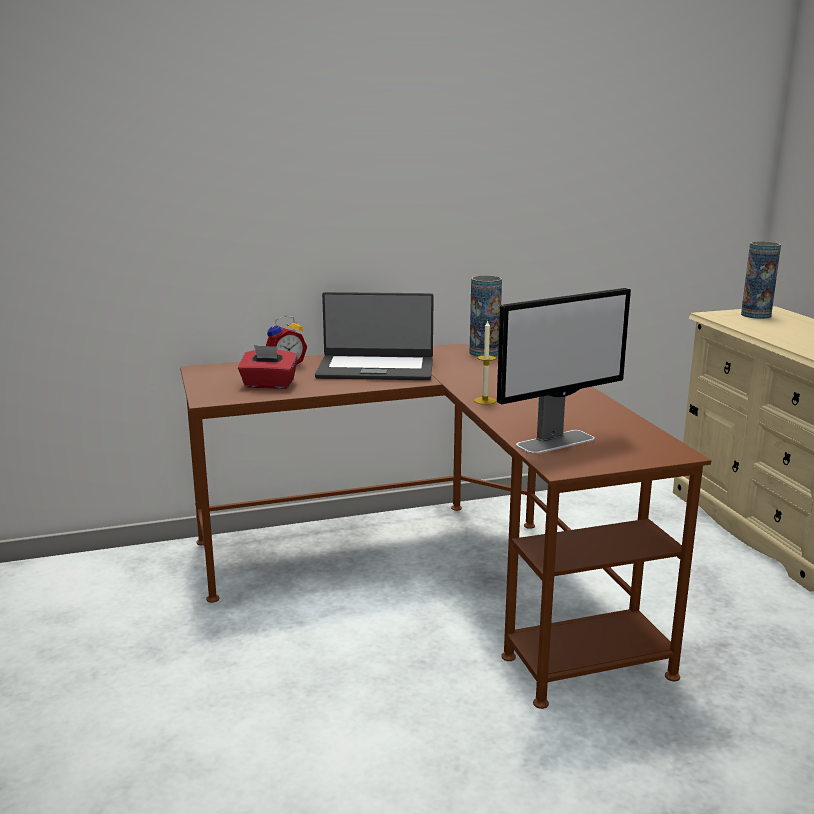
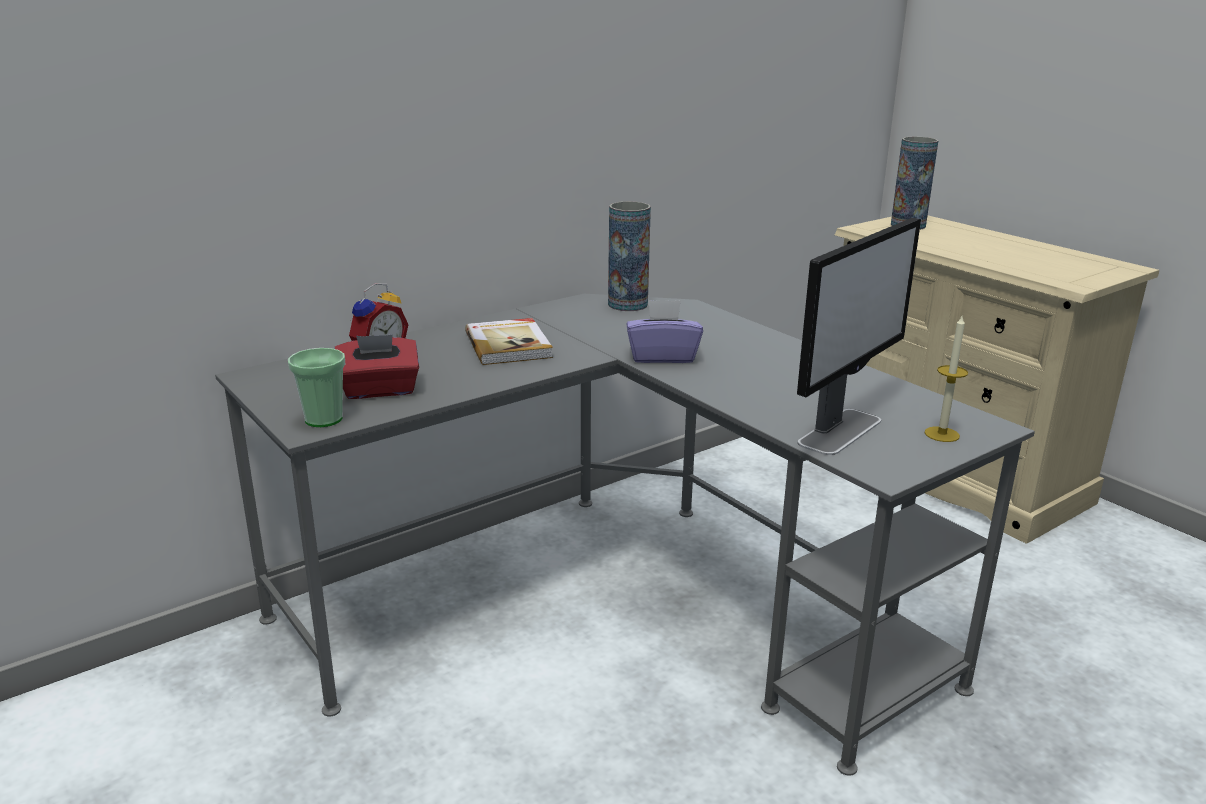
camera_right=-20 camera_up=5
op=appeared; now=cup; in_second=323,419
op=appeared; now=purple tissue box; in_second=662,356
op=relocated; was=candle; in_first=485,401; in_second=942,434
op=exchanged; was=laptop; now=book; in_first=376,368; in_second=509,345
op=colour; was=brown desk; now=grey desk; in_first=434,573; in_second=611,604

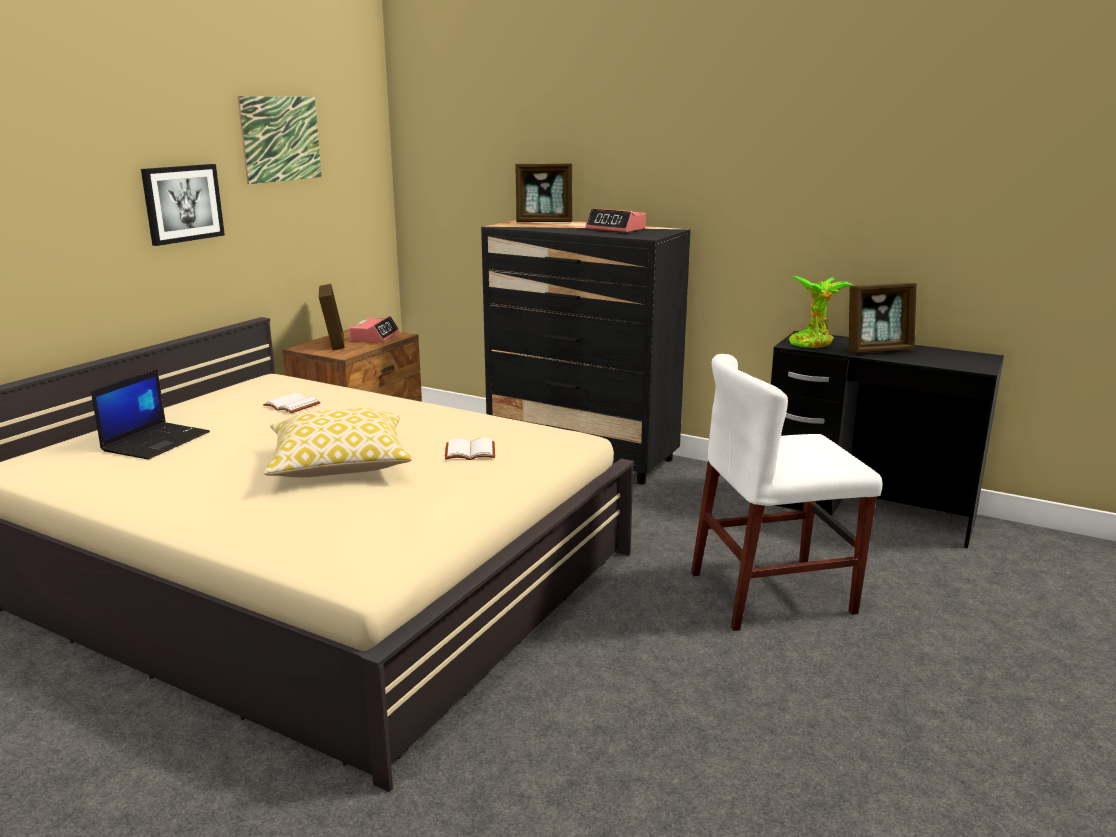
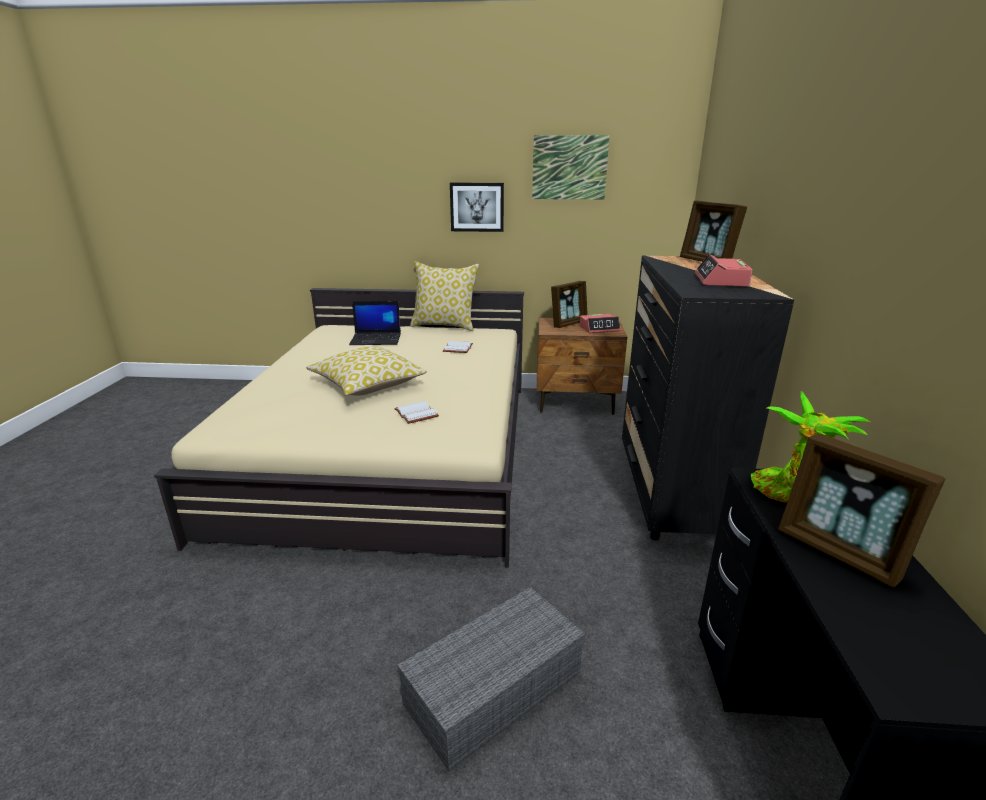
camera_right=65 camera_up=5
op=appeared; now=pillow; in_second=445,326
op=exchanged; was=white chair; now=grey storage box; in_first=771,593; in_second=494,685

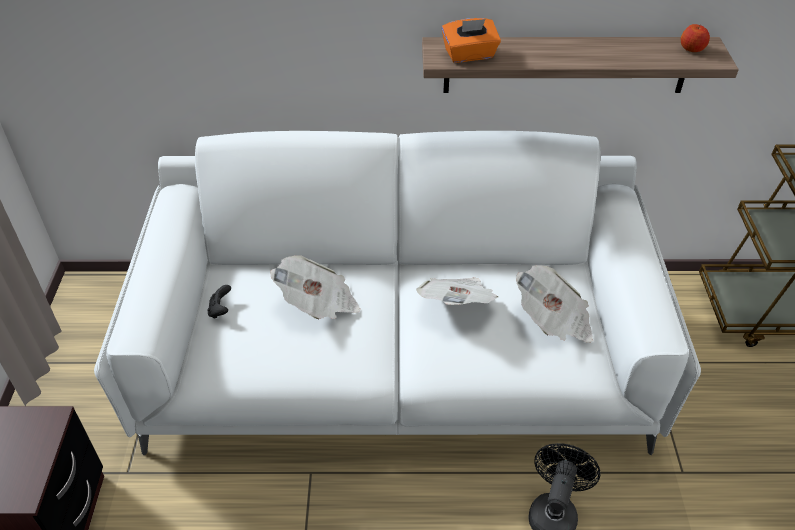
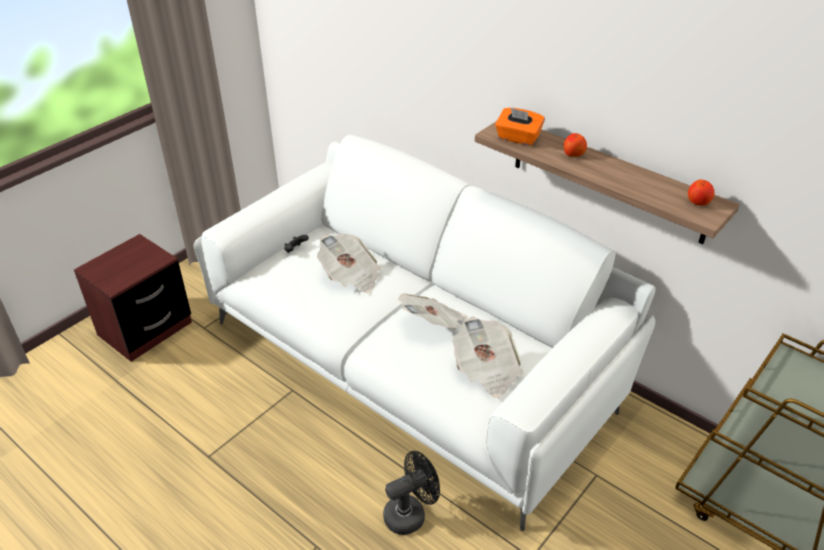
camera_right=40 camera_up=-5
op=appeared; now=apple; in_second=573,153

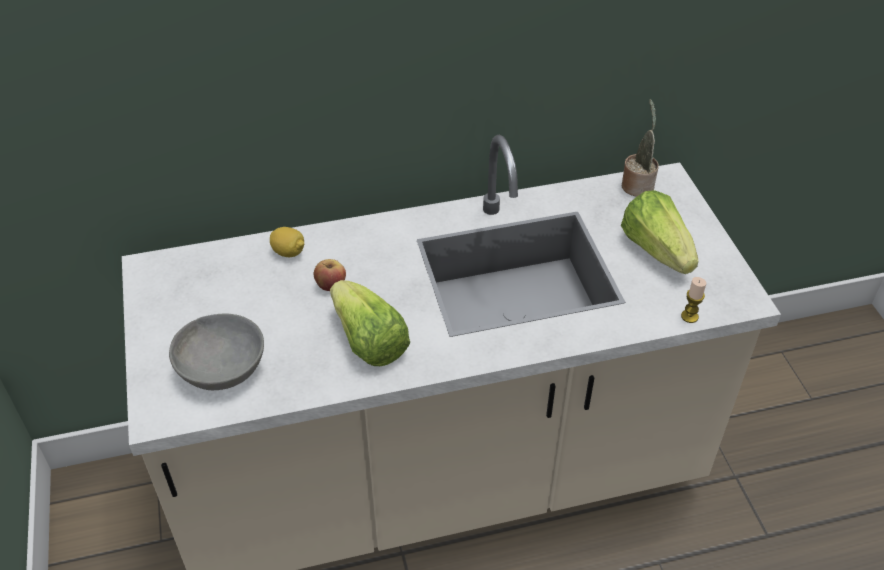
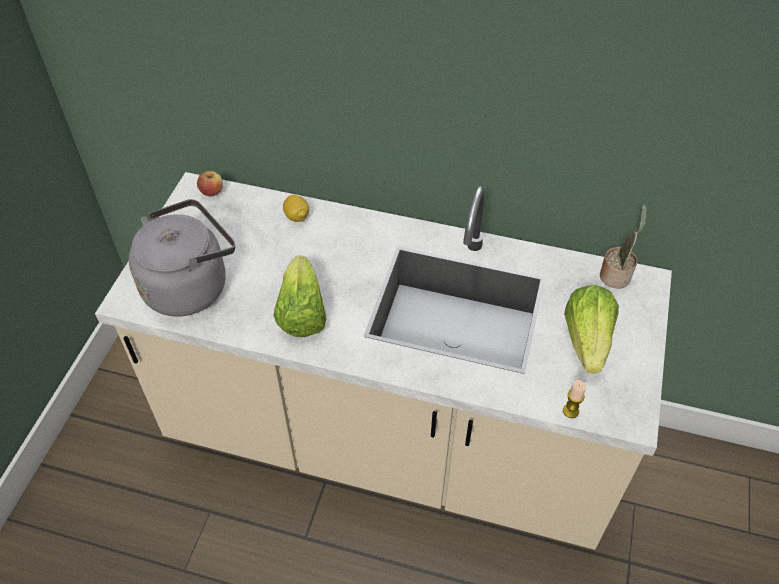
camera_right=30 camera_up=5
op=relocated; was=apple; in_first=330,285; in_second=211,192
op=exchanged; was=grey bowl; now=grey kettle; in_first=222,367; in_second=190,285

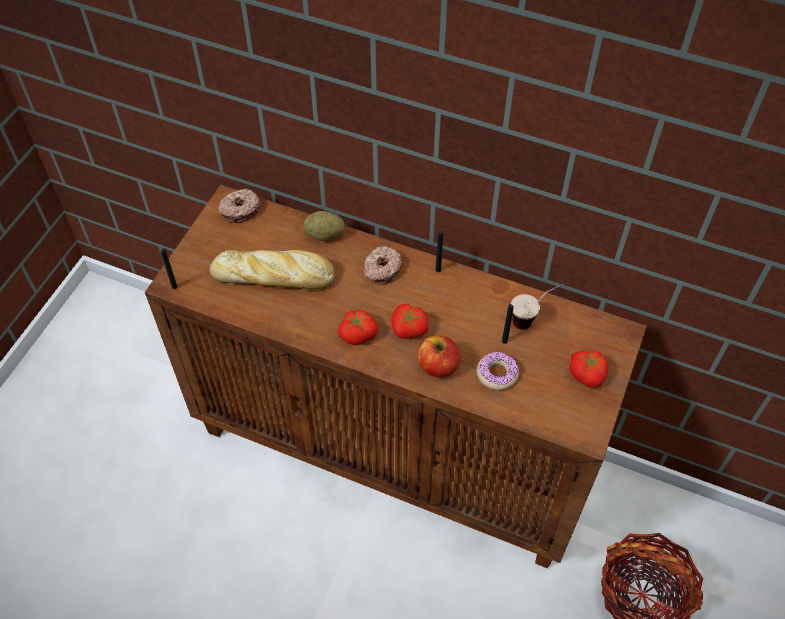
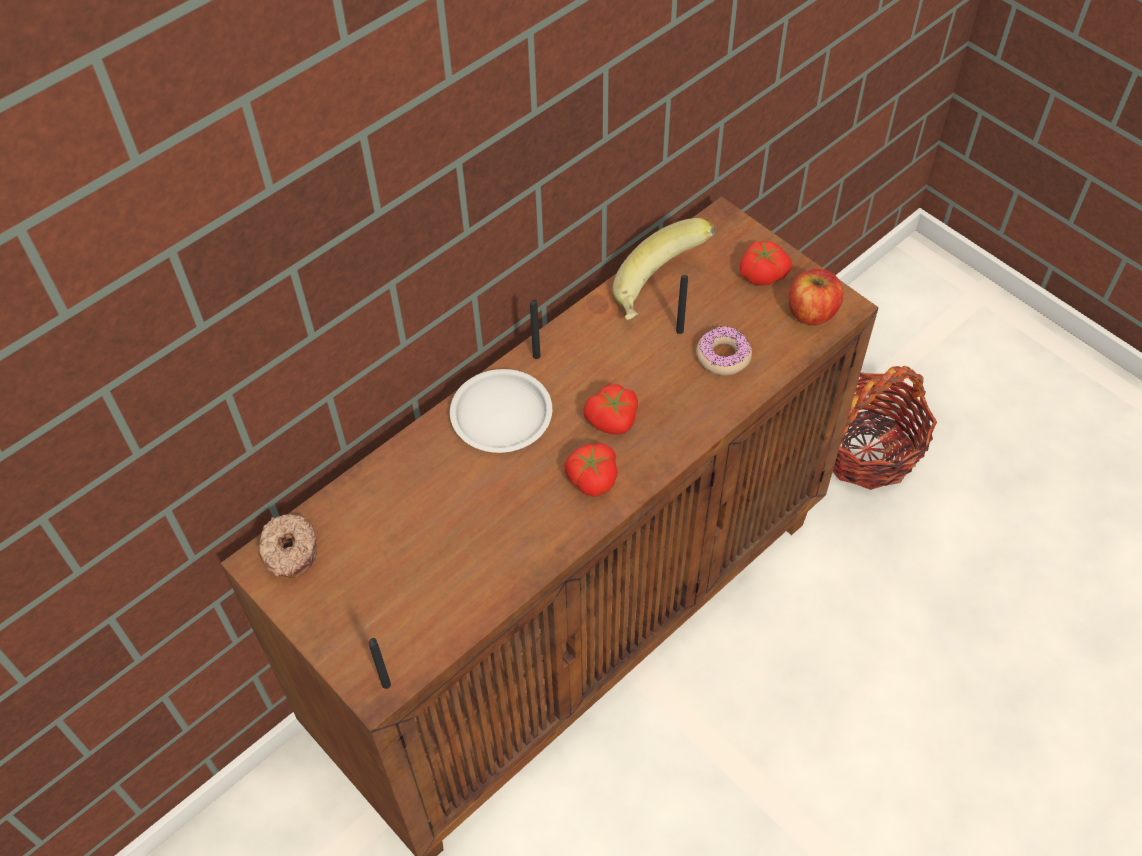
camera_right=-65 camera_up=0
op=missing; was=bread; in_first=275,276
op=missing; was=potato; in_first=324,235
op=relocated; was=apple; in_first=438,366; in_second=811,312
op=exchanged; was=donut; now=white plate; in_first=382,269; in_second=500,415
op=exchanged; was=cup; now=banana; in_first=533,319; in_second=661,291

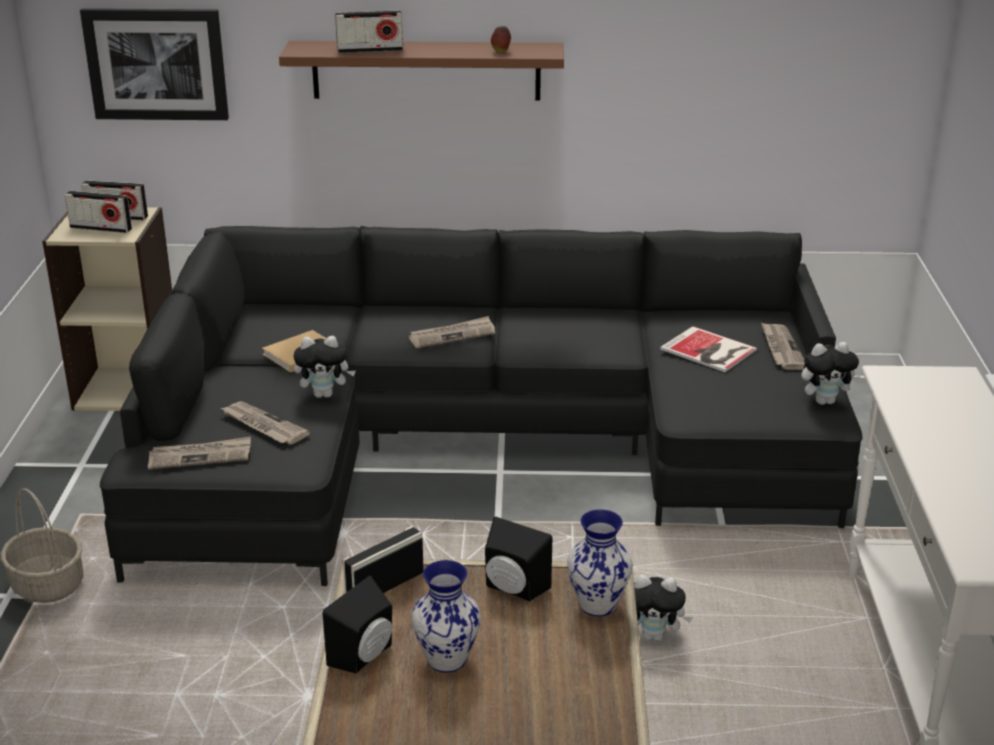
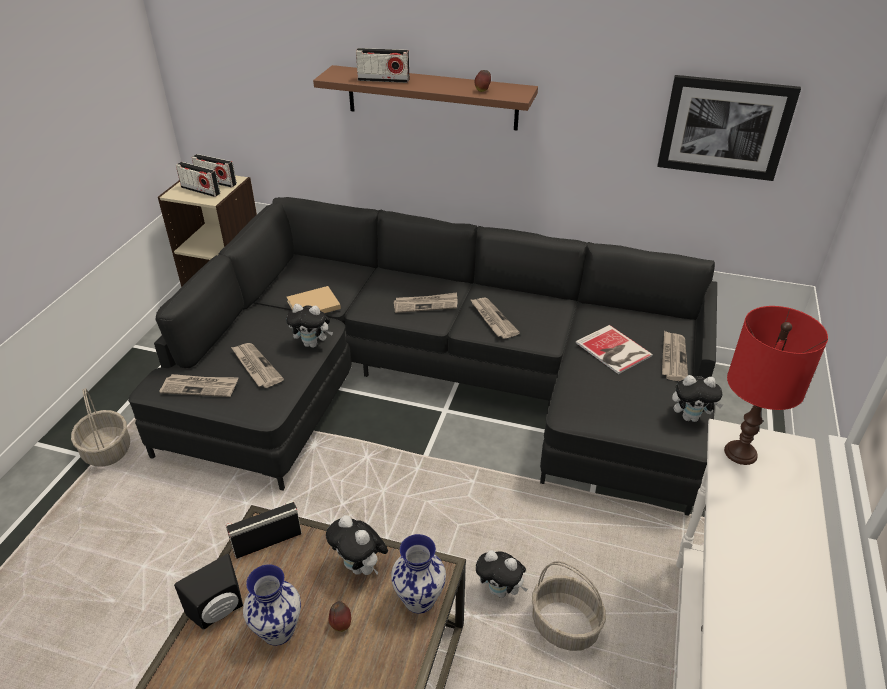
camera_right=15 camera_up=10
op=appeared; now=apple; in_second=341,624
op=appeared; now=newspaper; in_second=492,319
op=appeared; now=basket; in_second=565,625
op=appeared; now=red table lamp; in_second=741,452
op=relocated; was=picture; in_first=156,64; in_second=725,127
op=exchanged; was=black speaker; now=plush toy; in_first=513,589; in_second=360,567

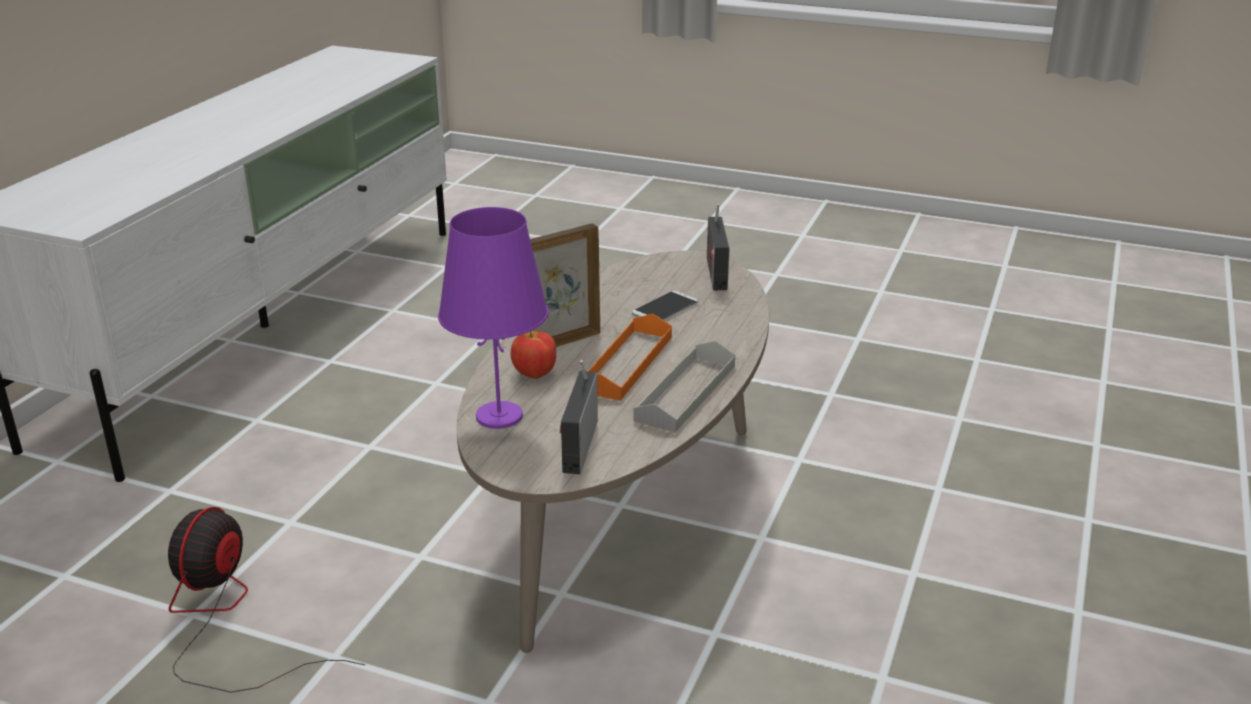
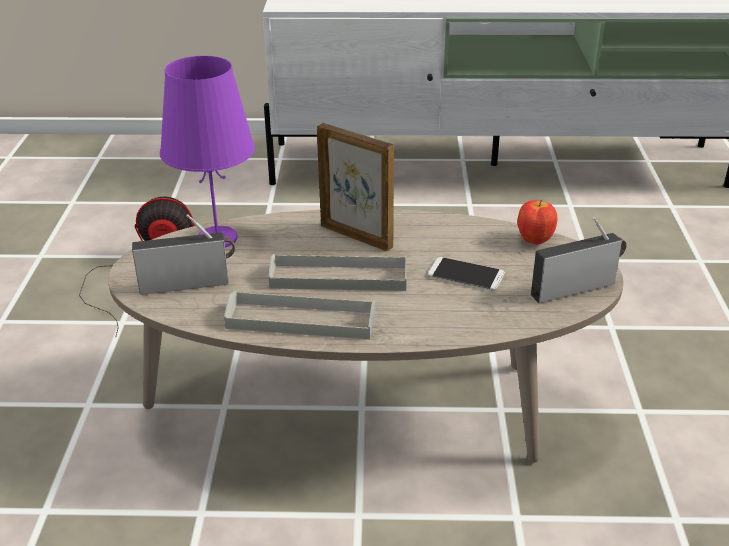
camera_right=70 camera_up=5
op=relocated; was=apple; in_first=534,375; in_second=534,240
op=colour; was=orange tray; now=grey tray; in_first=627,363; in_second=338,277

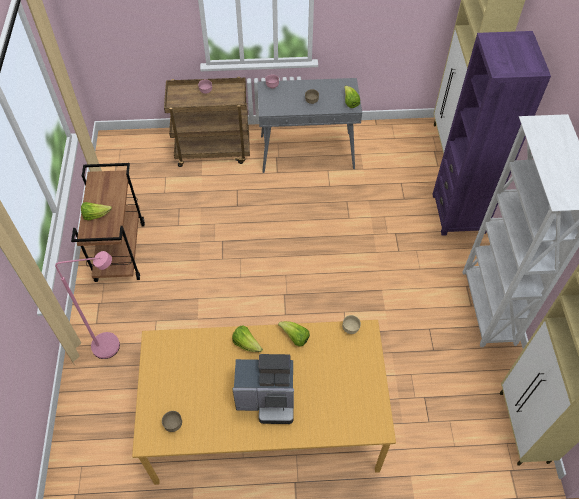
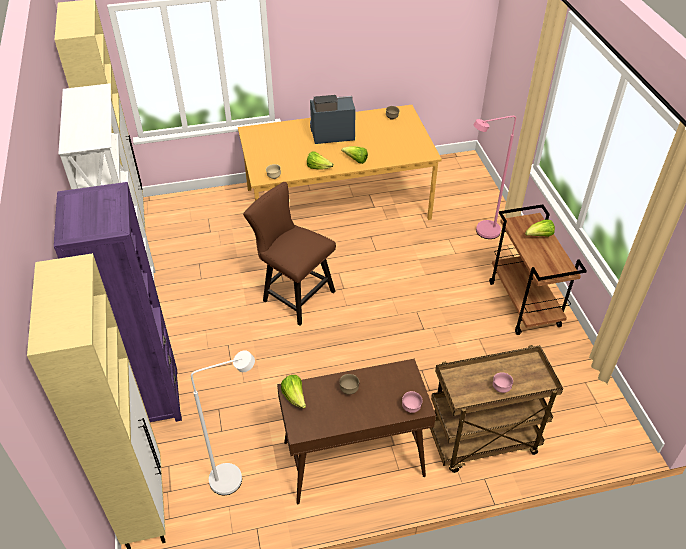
camera_right=170 camera_up=-10
op=appeared; now=white floor lamp; in_second=235,477
op=appeared; now=brown chair; in_second=294,295
op=colour; was=grey console table; now=brown console table; in_first=307,152; in_second=353,460

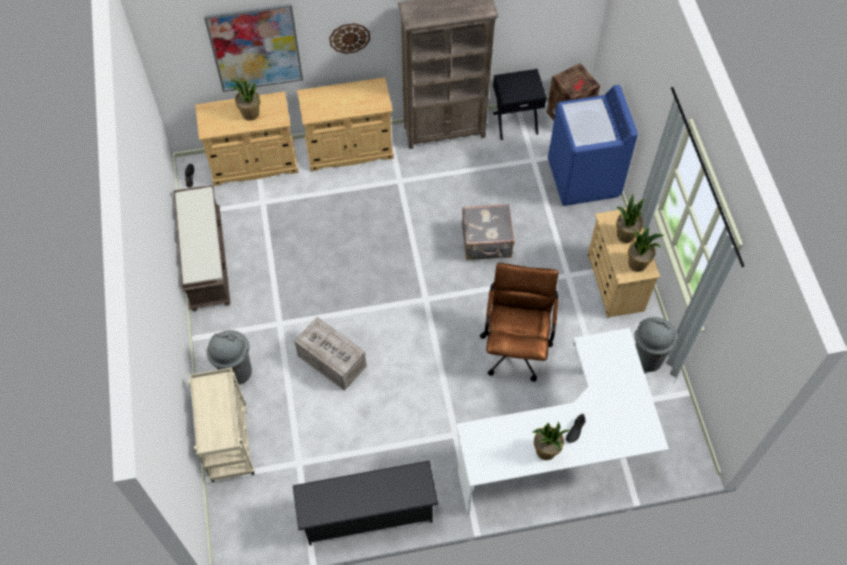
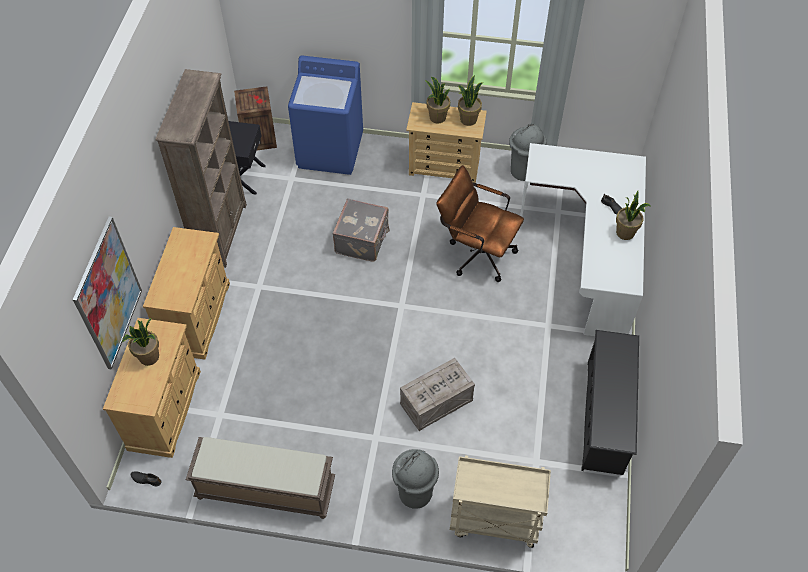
camera_right=-70 camera_up=-5
op=missing; was=wall clock; in_first=349,38

